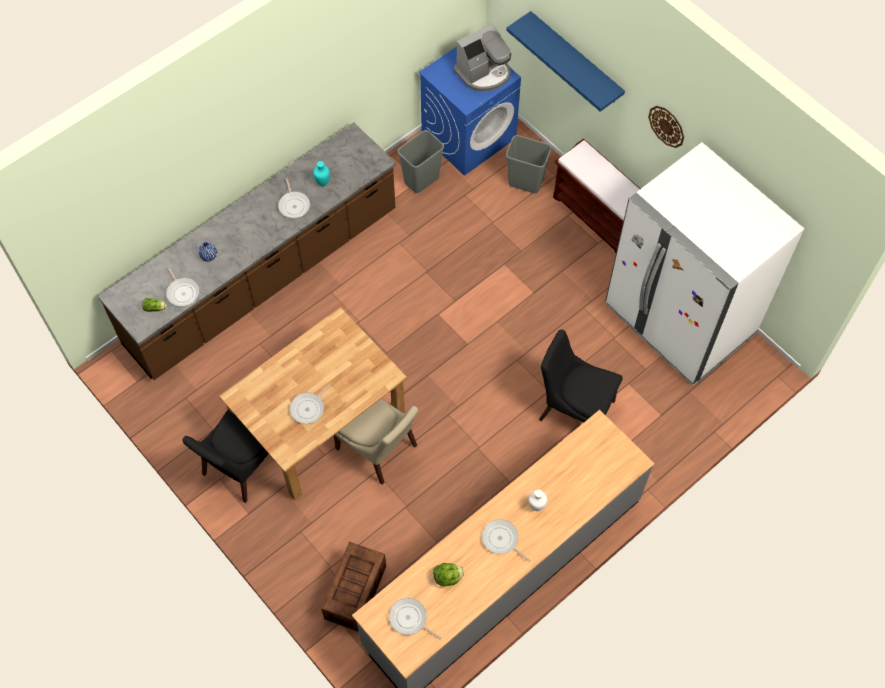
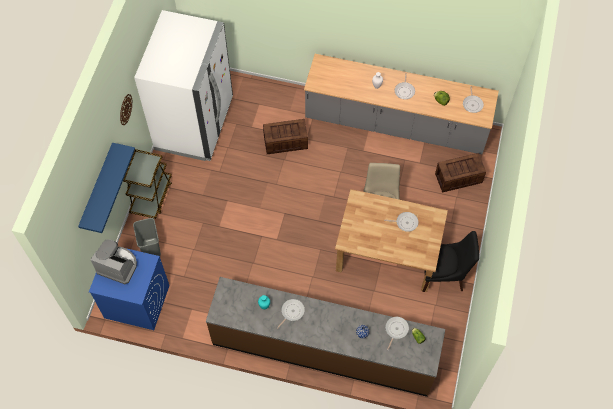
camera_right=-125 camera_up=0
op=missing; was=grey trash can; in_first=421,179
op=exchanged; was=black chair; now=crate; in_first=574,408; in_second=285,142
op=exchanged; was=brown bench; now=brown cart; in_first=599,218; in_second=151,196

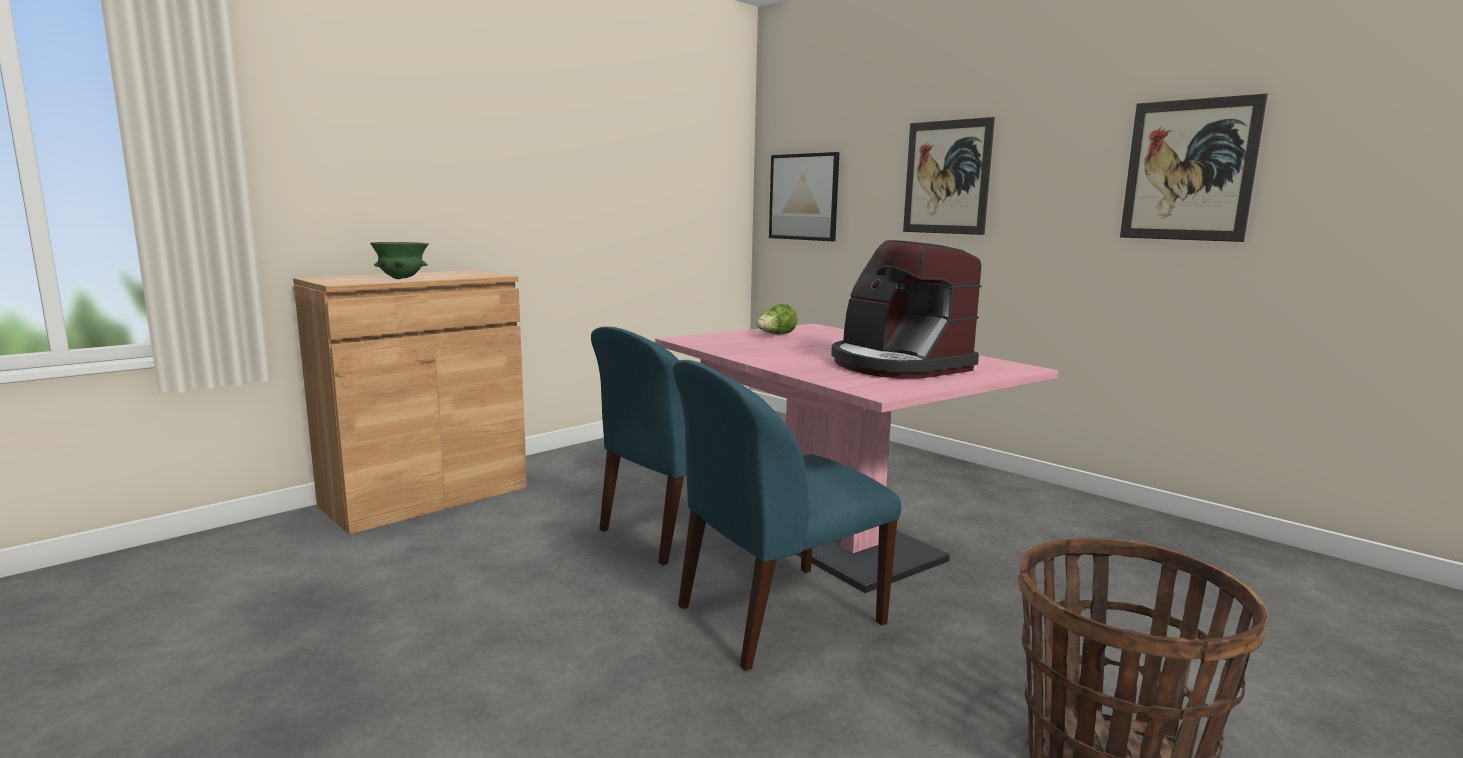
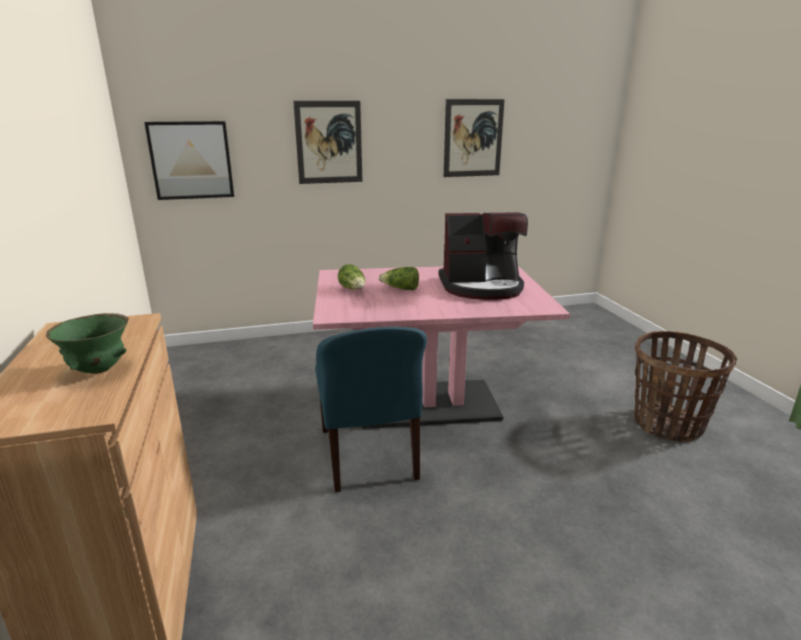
camera_right=-60 camera_up=10
op=missing; was=blue chair; in_first=775,616
op=appeared; now=lettuce; in_second=401,289

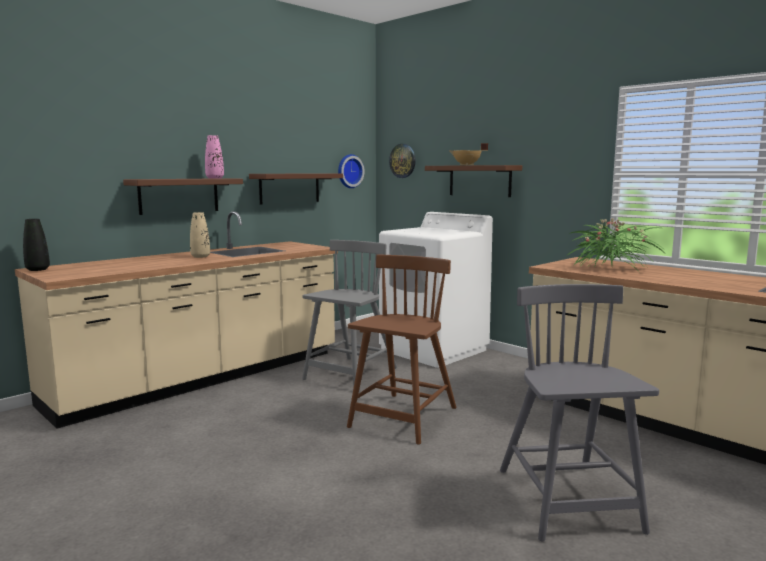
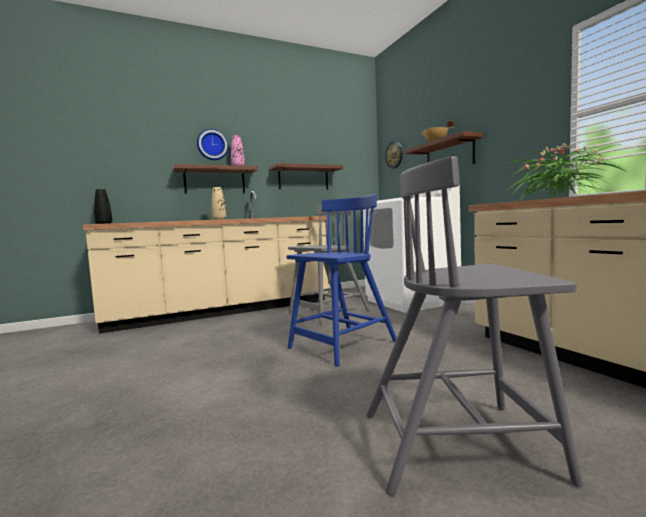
camera_right=20 camera_up=-5
op=relocated; was=wall clock; in_first=349,171; in_second=212,145
op=colour; was=brown chair; now=blue chair; in_first=403,418; in_second=342,345
op=spun; was=grey chair; in_first=568,501; in_second=460,444; clockwise=-105

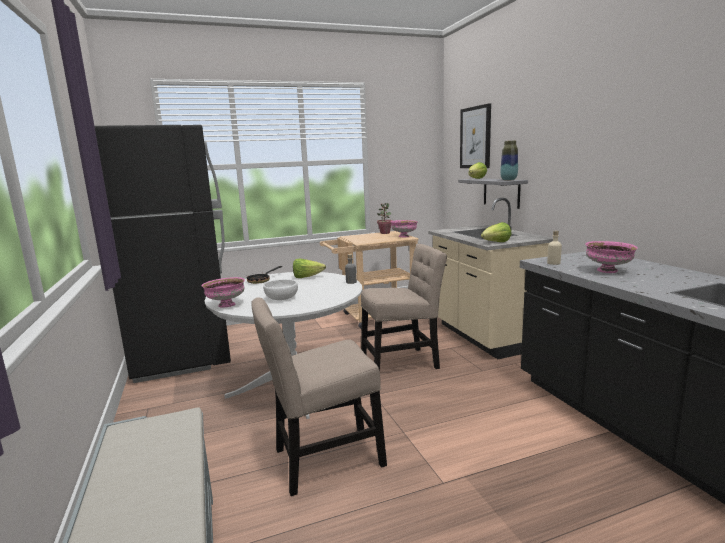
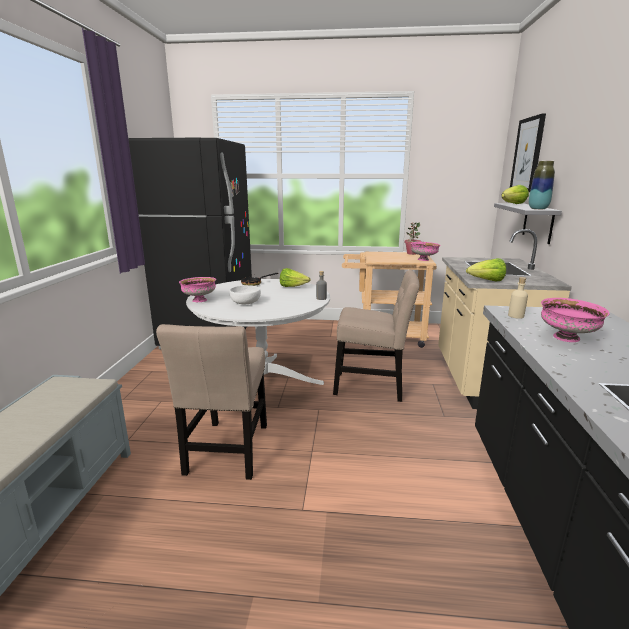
camera_right=25 camera_up=5
op=spun; was=beige chair; in_first=323,460; in_second=227,452; clockwise=-90

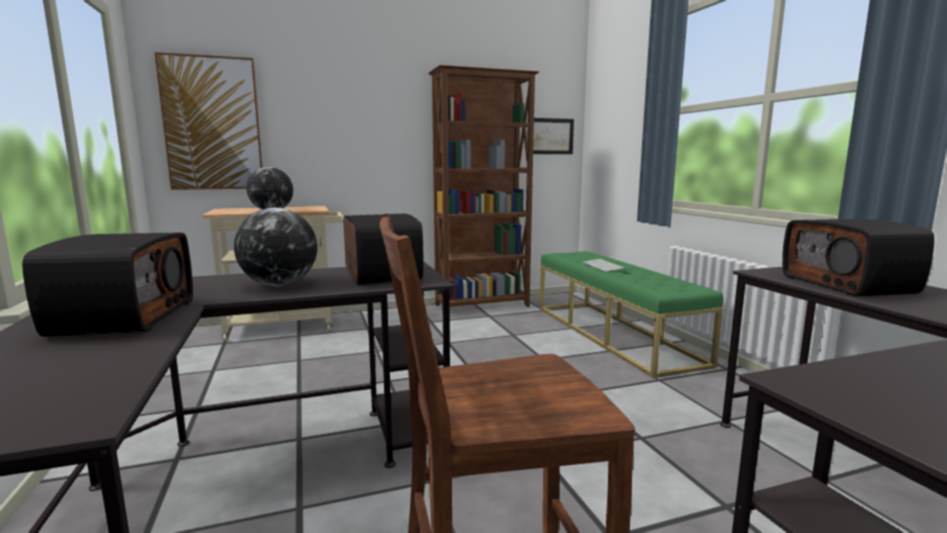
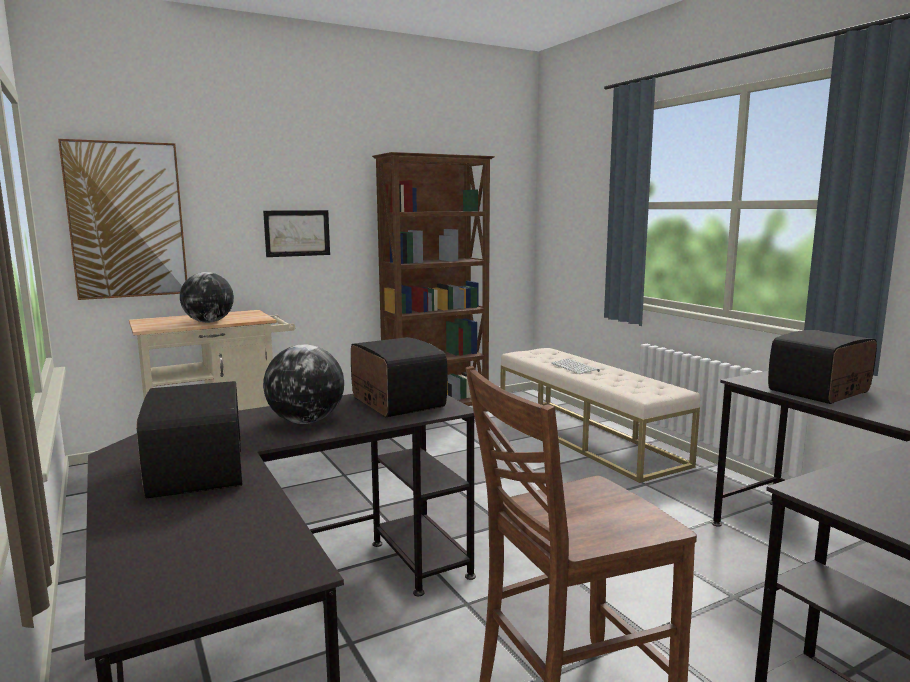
camera_right=-10 camera_up=0
op=relocated; was=picture; in_first=550,136; in_second=297,233
op=colour; was=green bench; now=beige bench; in_first=613,333; in_second=586,437
op=spun; was=radio; in_first=849,285; in_second=820,391; clockwise=75

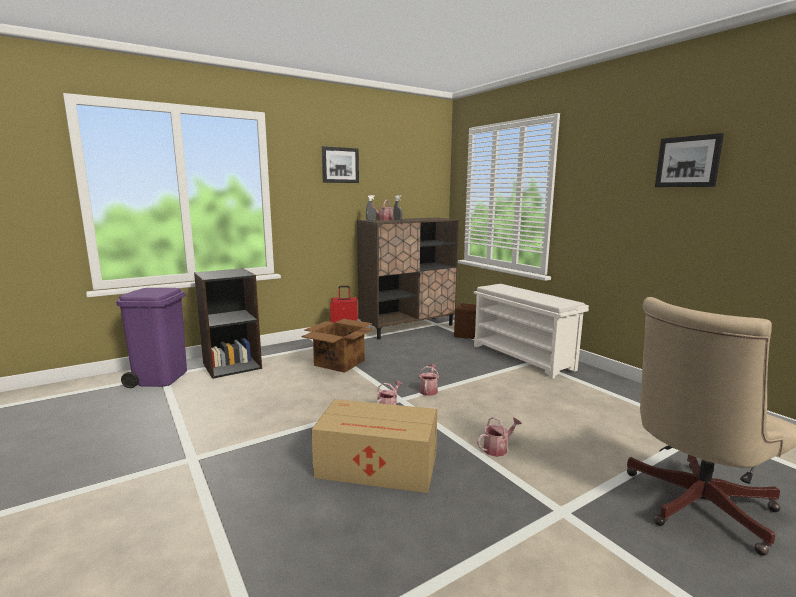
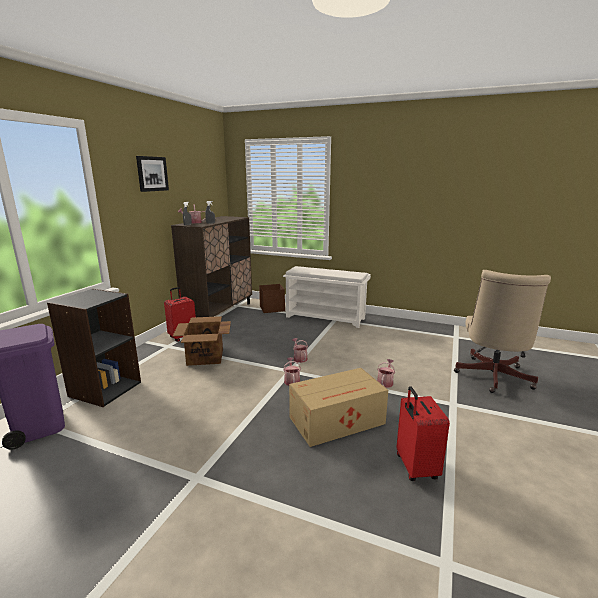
camera_right=-35 camera_up=5
op=missing; was=picture; in_first=688,162
op=appeared; now=red suitcase; in_second=415,467

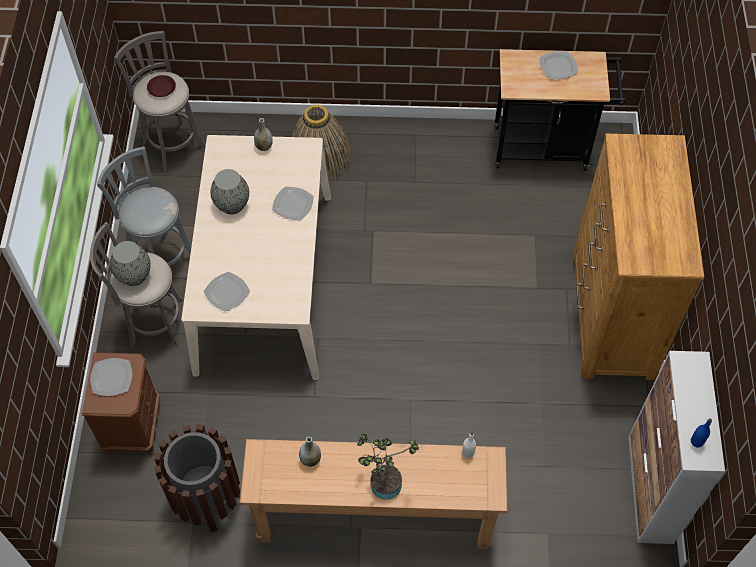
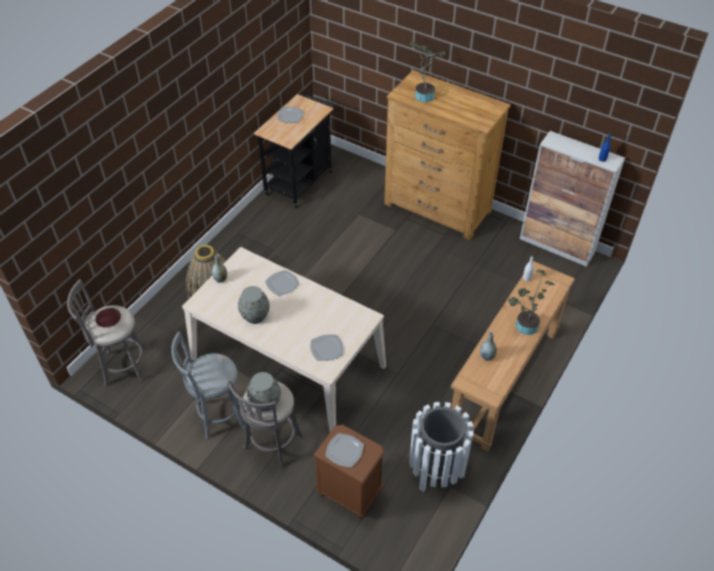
camera_right=-60 camera_up=-10
op=appeared; now=potted plant; in_second=424,95
op=colour; was=brown trash can; now=white trash can; in_first=206,498; in_second=436,469

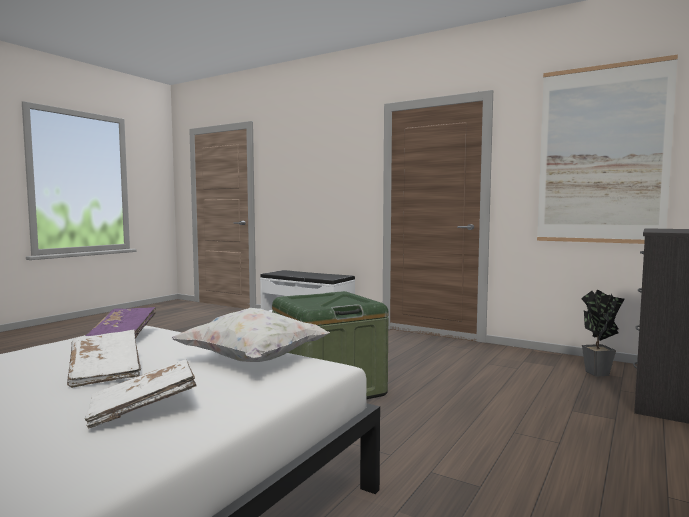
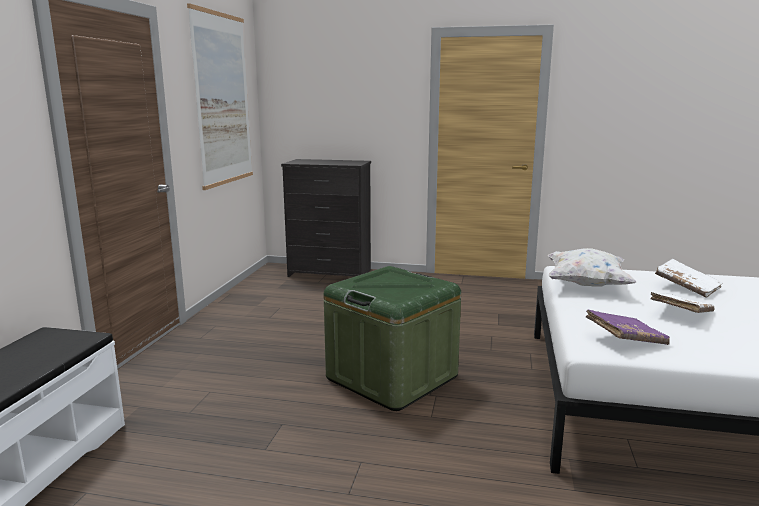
camera_right=-110 camera_up=10
op=missing; was=potted plant; in_first=597,374

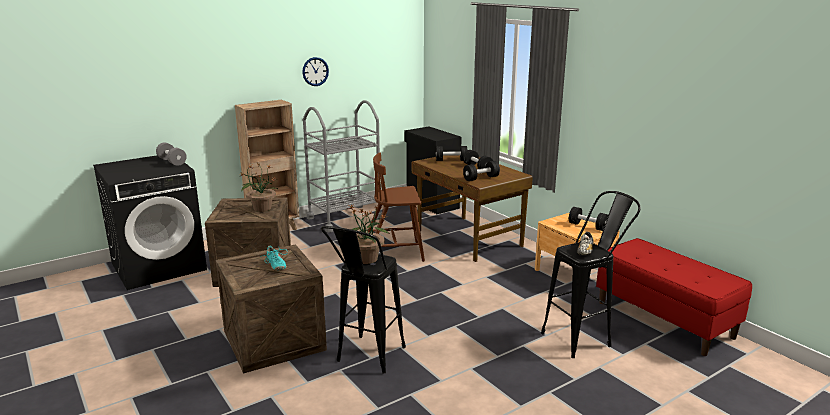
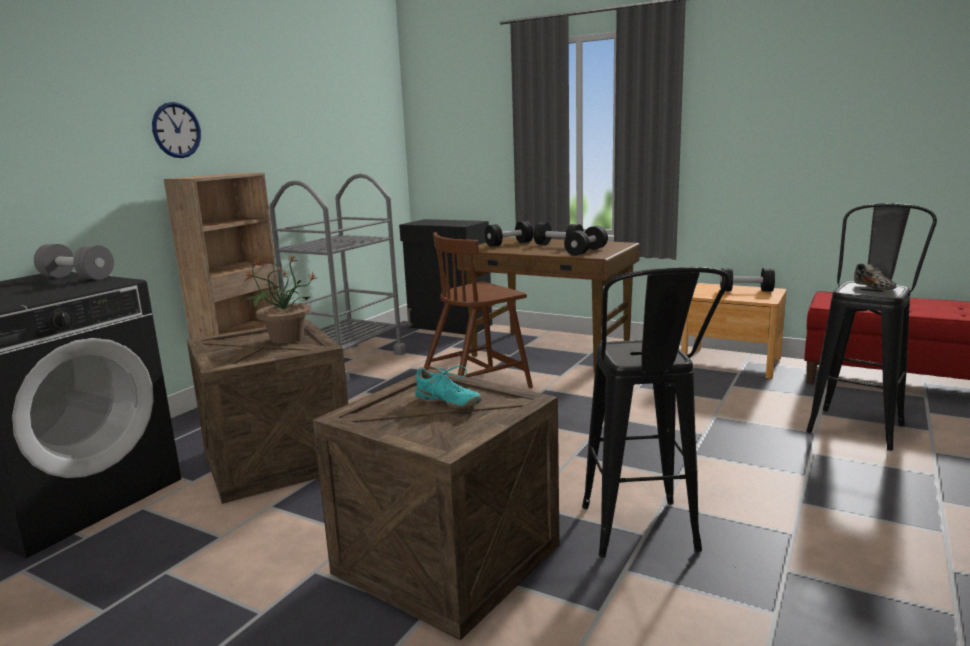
camera_right=-25 camera_up=-5
op=missing; was=potted plant; in_first=366,259
op=relocated; was=wall clock; in_first=315,71; in_second=176,130

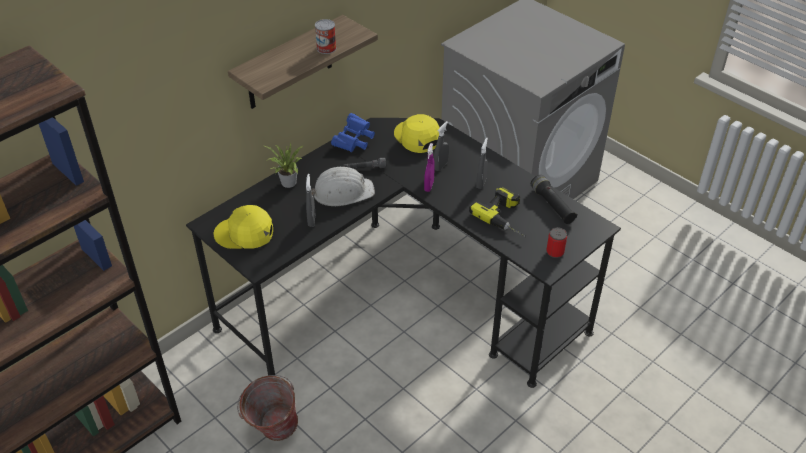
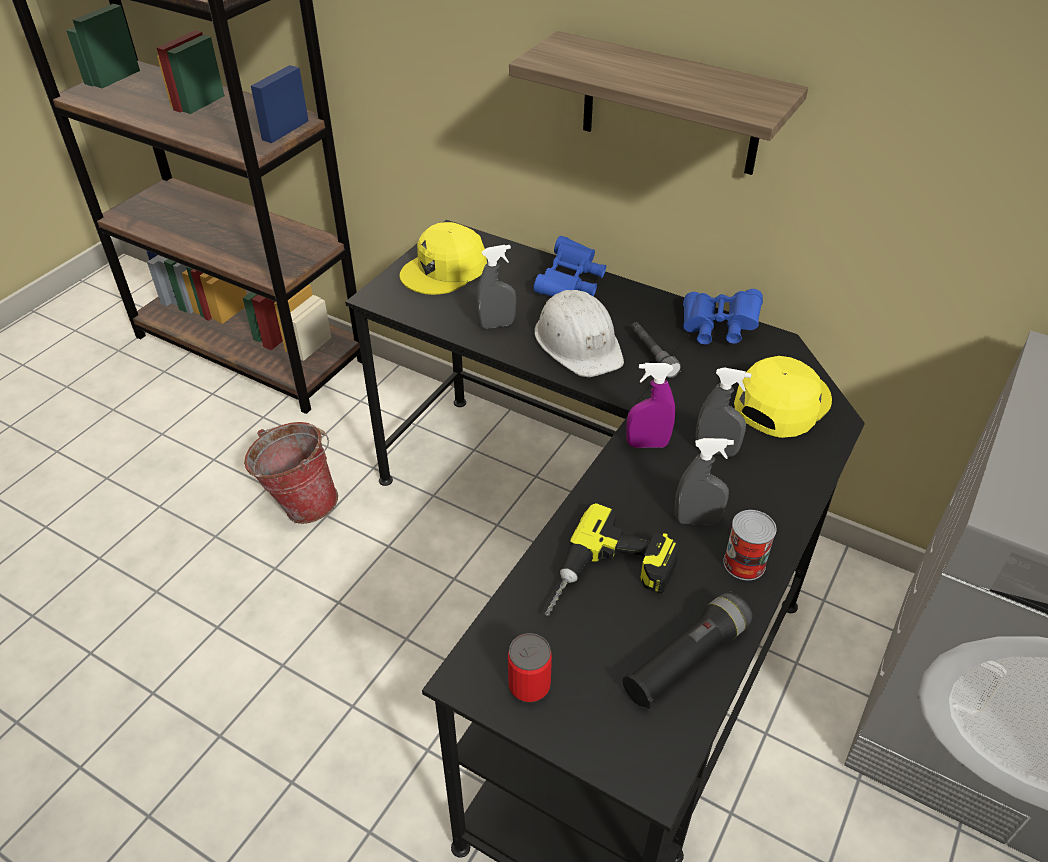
camera_right=75 camera_up=0
op=relocated; was=can; in_first=326,48; in_second=744,563
op=exchanged; was=potted plant; now=blue binoculars; in_first=288,184; in_second=570,284
op=spun; was=yellow cap; in_first=244,233; in_second=444,270; clockwise=-120

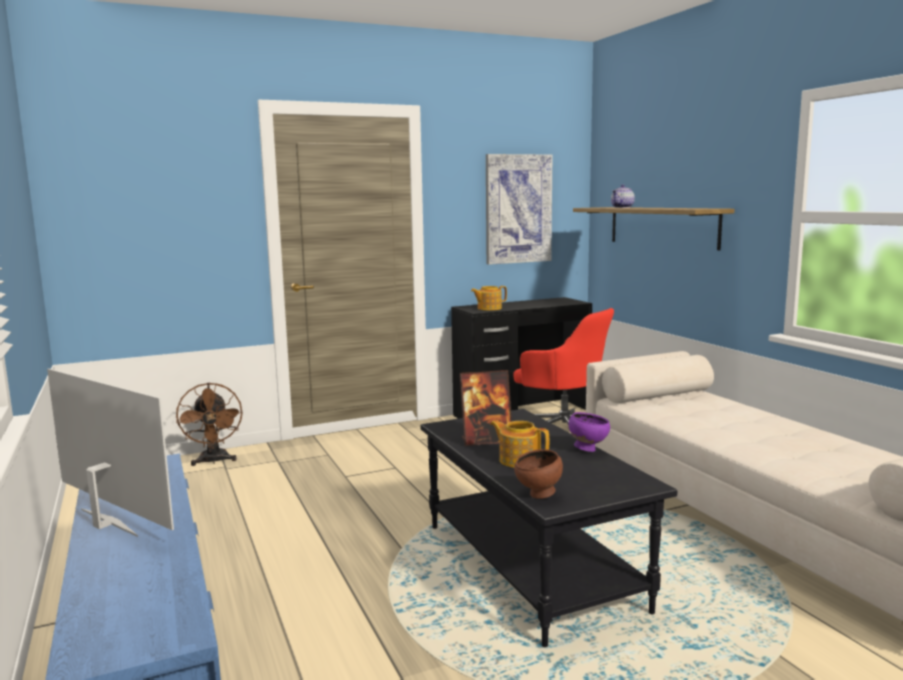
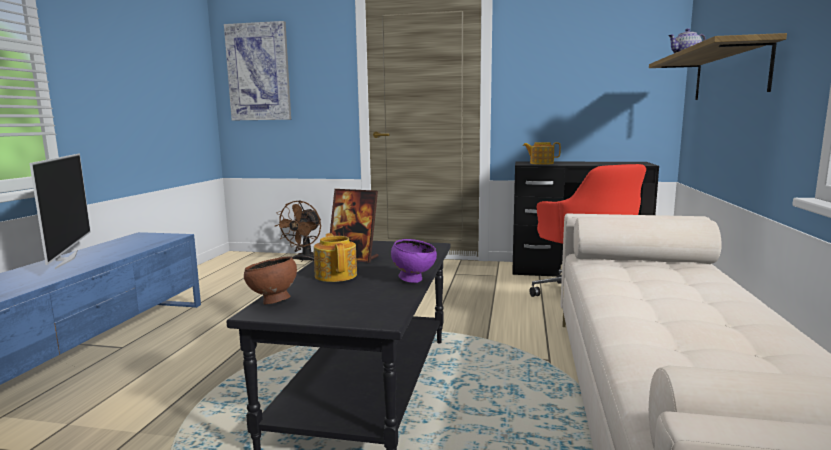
camera_right=35 camera_up=0
op=relocated; was=picture; in_first=518,209; in_second=259,72

